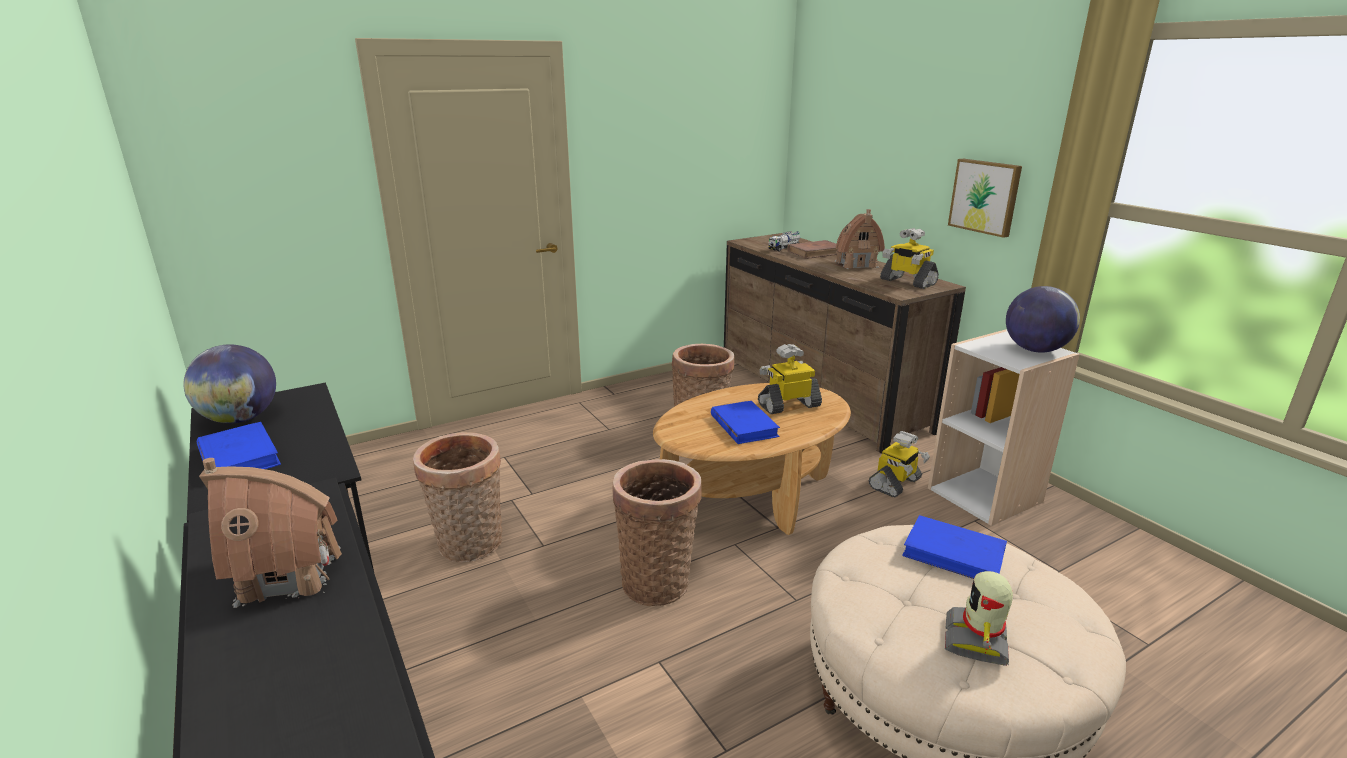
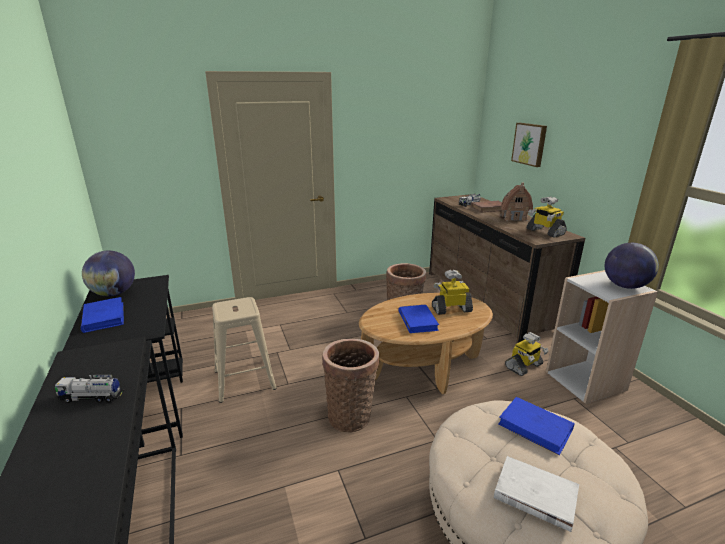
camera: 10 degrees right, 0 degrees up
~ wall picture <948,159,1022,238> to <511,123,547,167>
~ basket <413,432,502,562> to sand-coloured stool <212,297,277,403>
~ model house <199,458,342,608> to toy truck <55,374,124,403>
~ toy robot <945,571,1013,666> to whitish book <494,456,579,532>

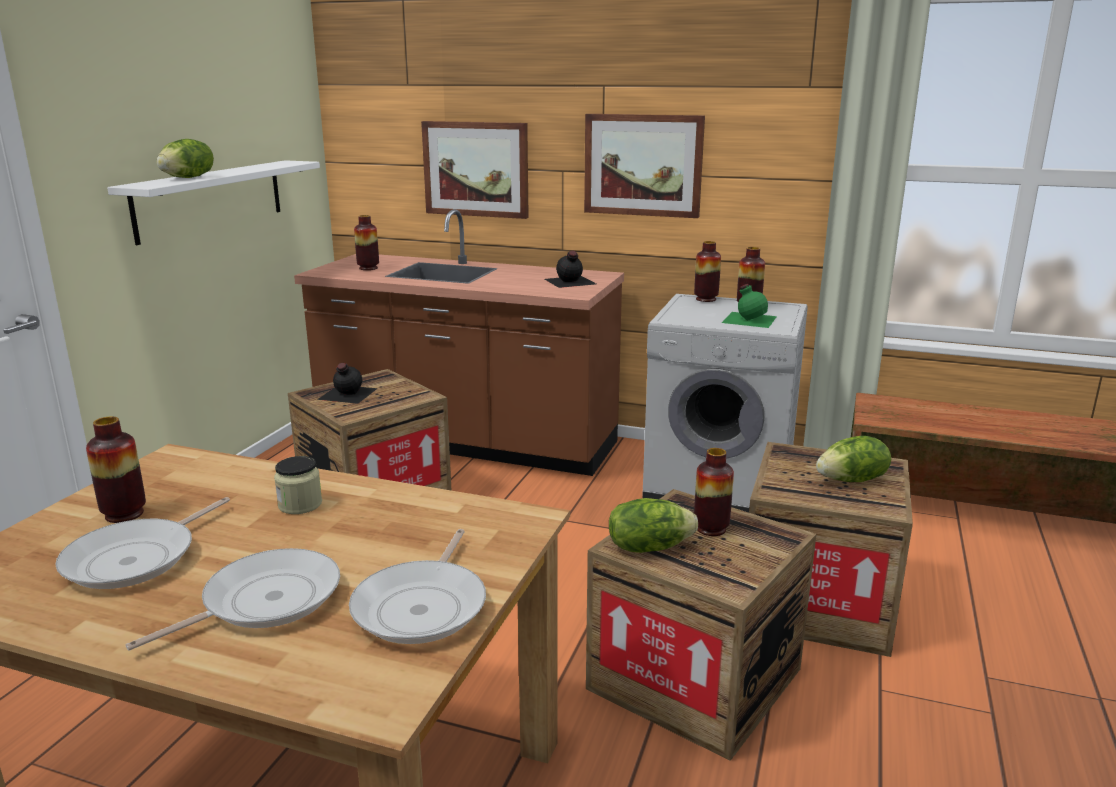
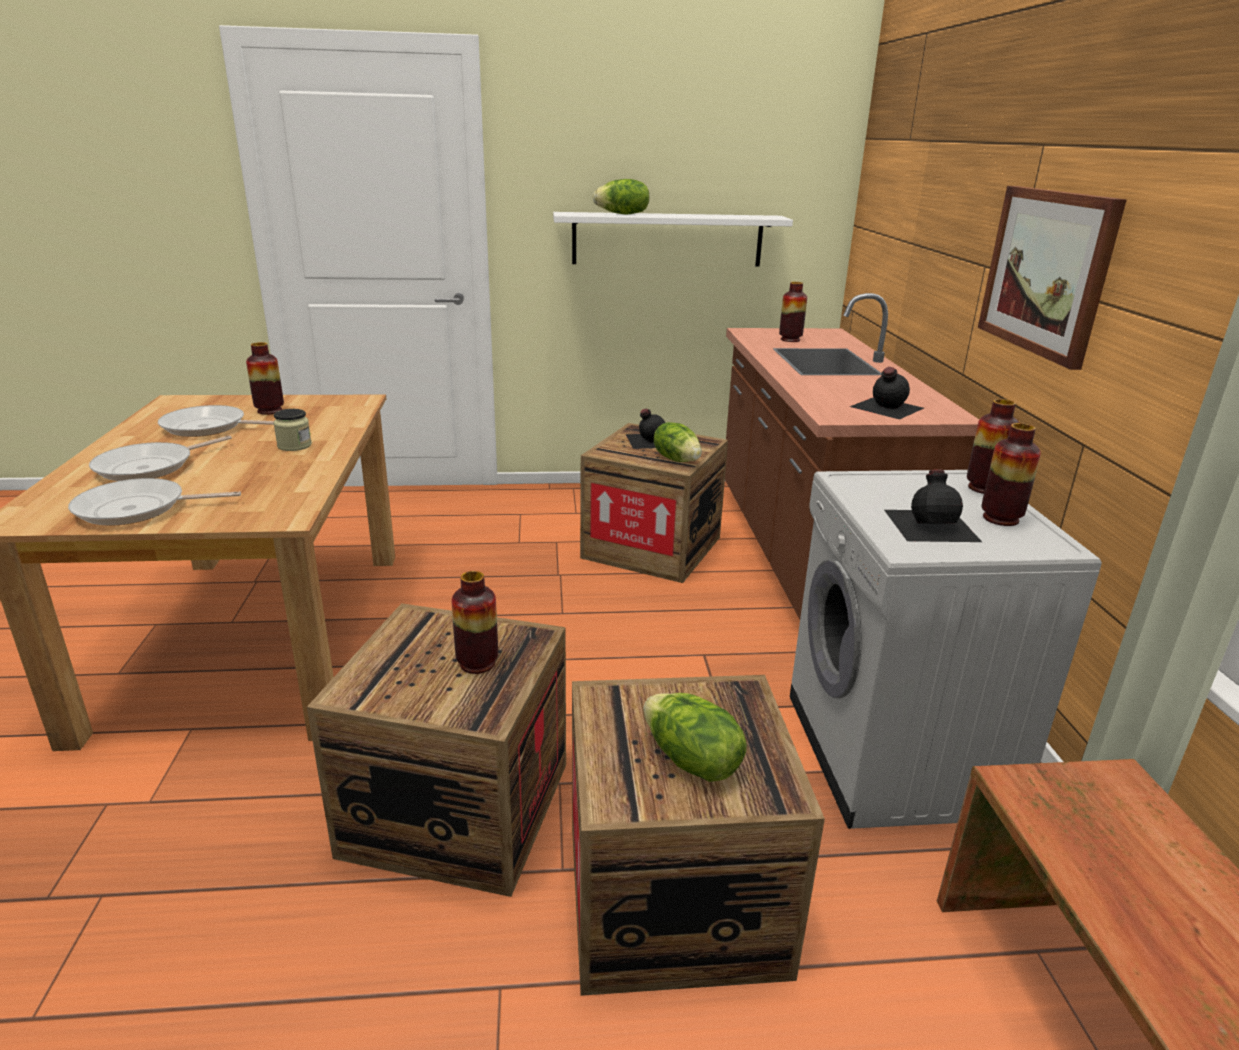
camera: 65 degrees right, 5 degrees up
- wall picture <421,121,529,219>
~ greenish bottle <722,284,777,328> to black bottle <884,469,982,542>
~ lettuce <609,498,698,553> to <654,422,702,462>
~ skillet <126,548,340,651> = <89,435,232,481> 105 degrees clockwise

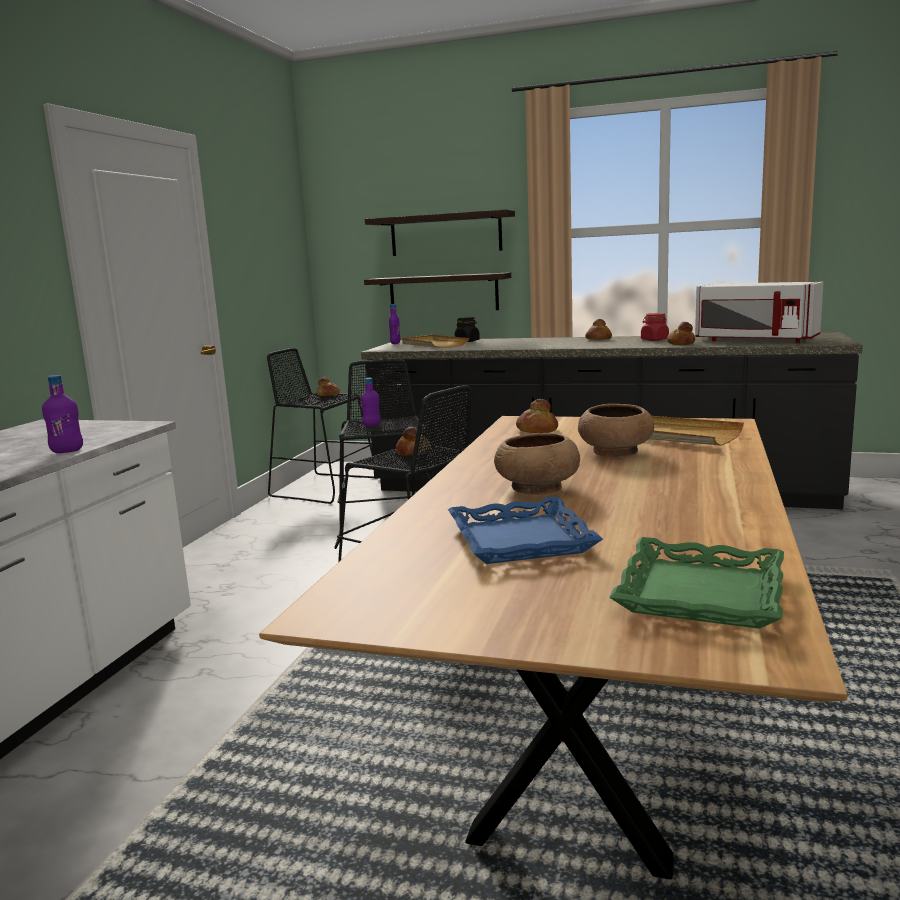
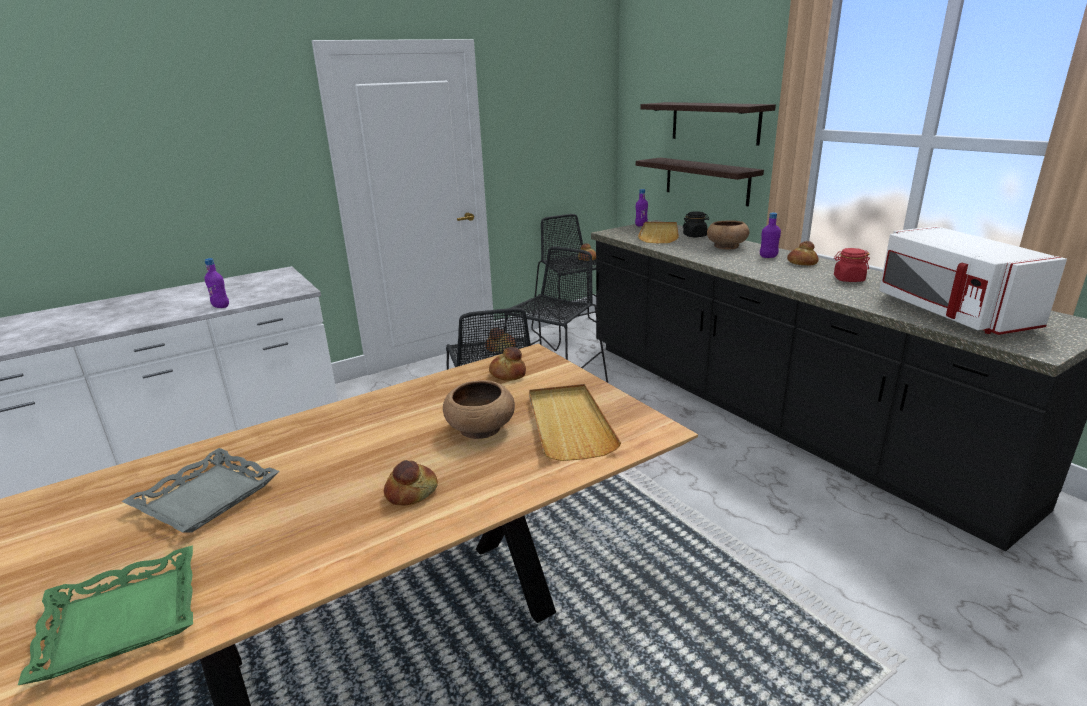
camera: 40 degrees right, 10 degrees up
~ bakery bread <667,322,695,345> to <384,460,438,505>
~ purplish bottle <361,378,381,427> to <760,213,781,258>
~ brown-coloured bowl <494,433,580,495> to <707,220,749,249>
~ blue carrying tray <448,496,603,564> to grey carrying tray <122,448,280,533>

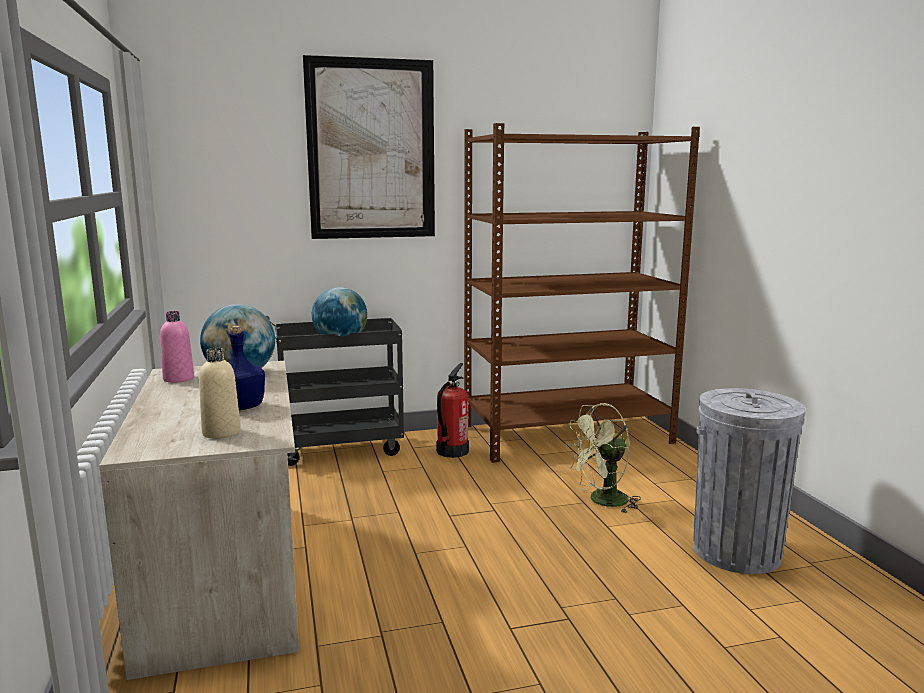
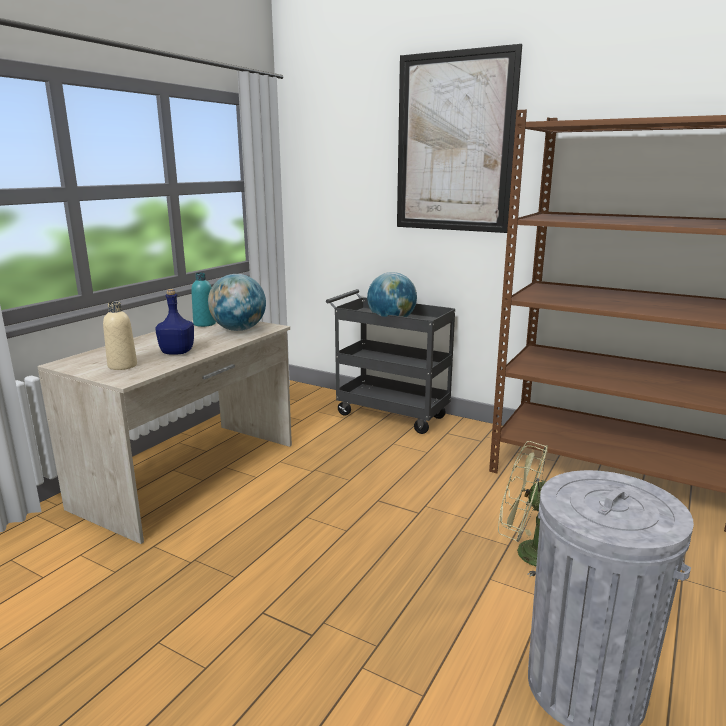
camera: 45 degrees right, 5 degrees up
~ pink bottle <160,311,194,383> to turquoise bottle <191,273,216,327>
- extinguisher <437,363,469,458>

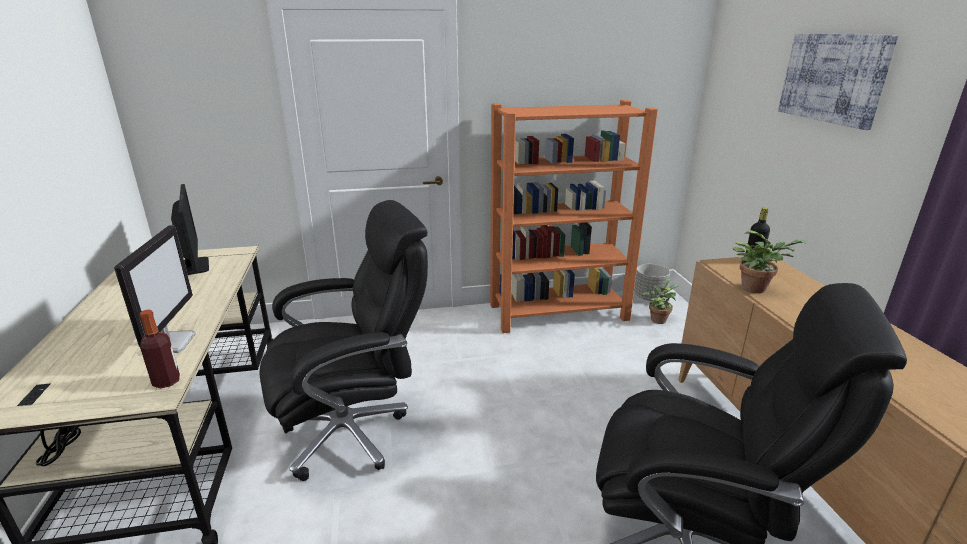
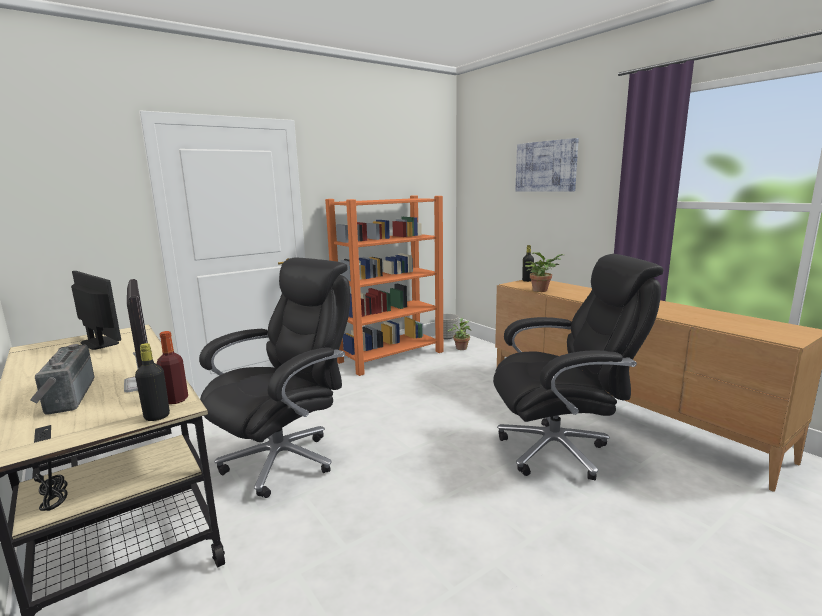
camera: 25 degrees left, 10 degrees down
+ black bottle <135,343,170,421>
+ radio set <30,344,94,415>

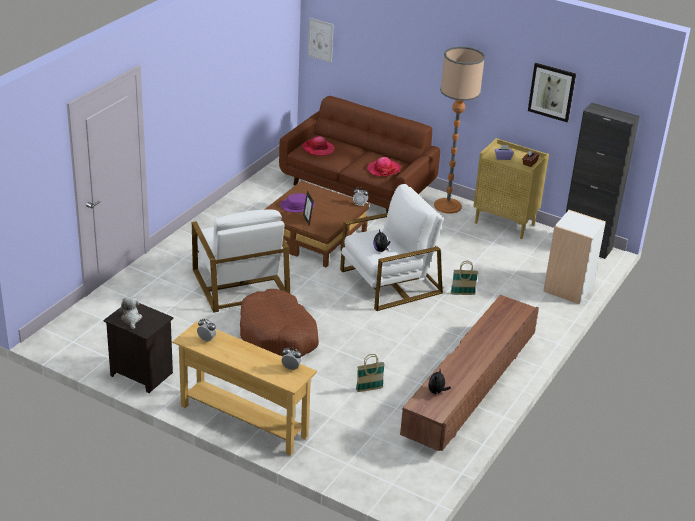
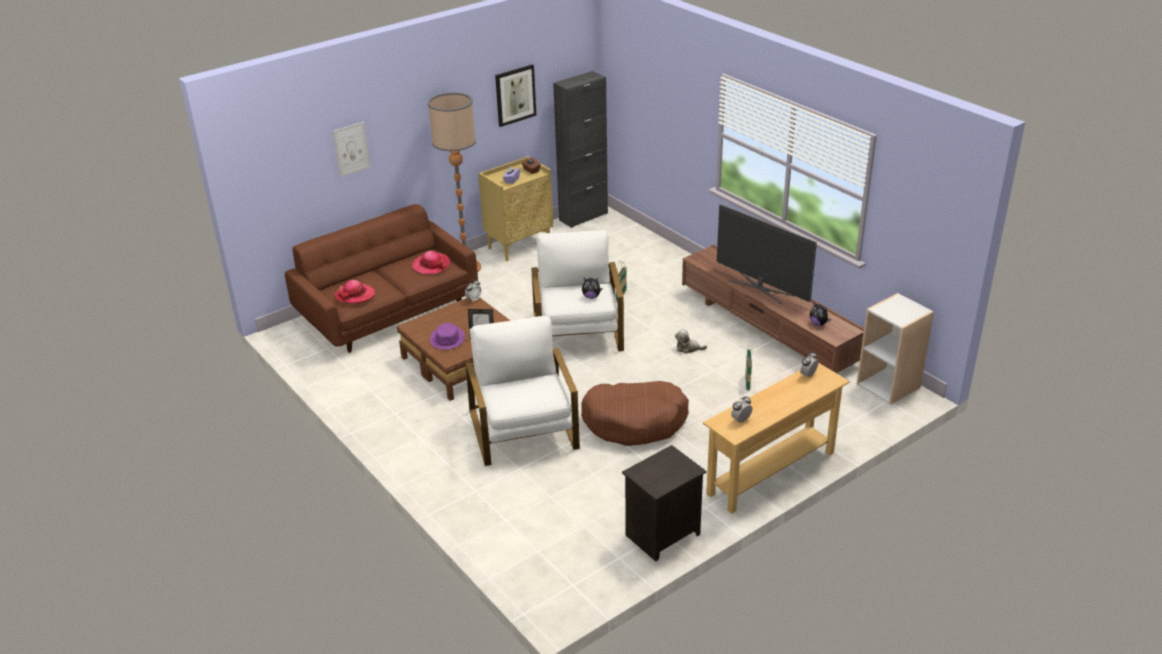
camera: 65 degrees left, 0 degrees up
~ wall picture <308,18,334,63> to <333,122,370,177>
~ whitish lounge chair <192,210,290,312> = <466,316,580,466> 105 degrees counterclockwise
~ shelving unit <543,210,606,304> to <857,293,934,405>
~ soft toy <119,296,142,330> to <675,329,707,354>
+ television <717,204,817,304>

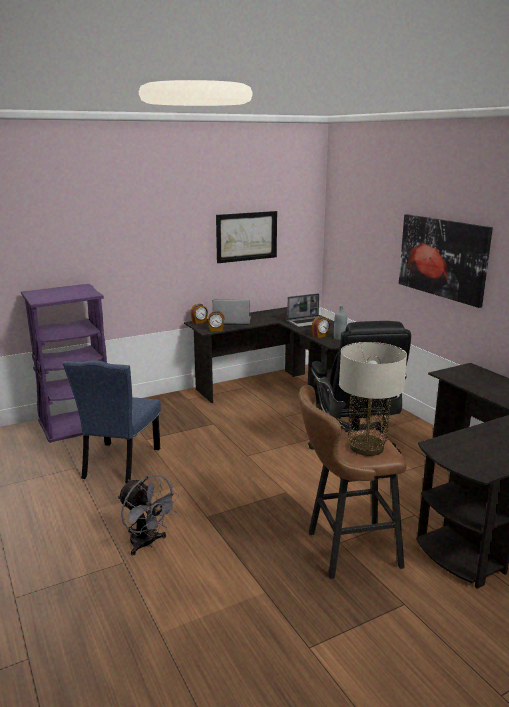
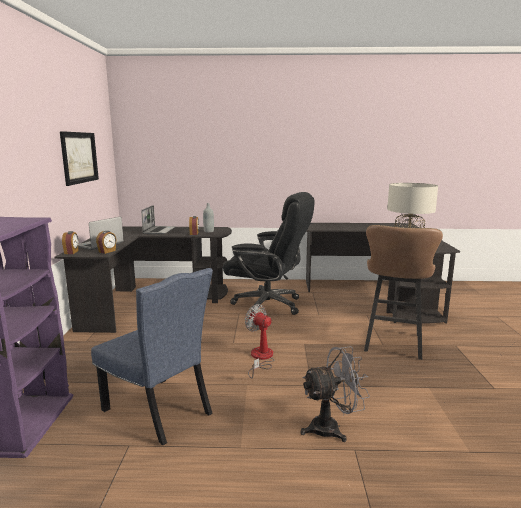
camera: 60 degrees left, 5 degrees down
- wall picture <399,214,493,308>
+ cooling fan <245,304,274,379>

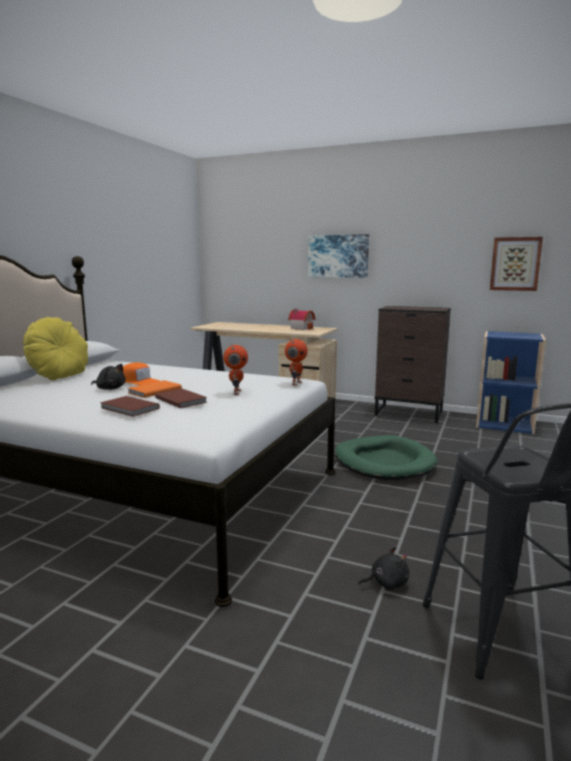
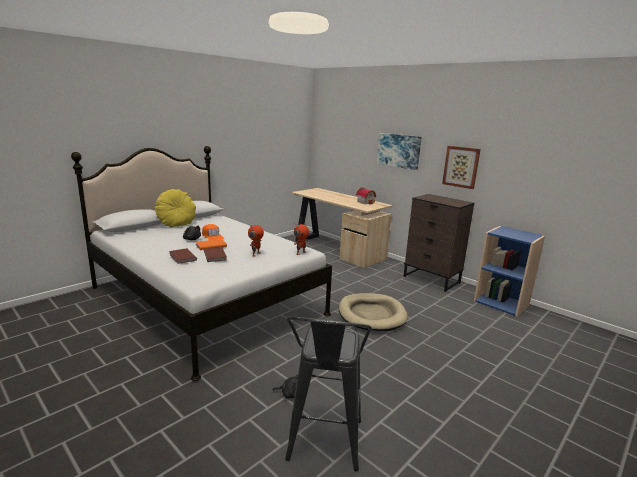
camera: 20 degrees right, 5 degrees up
~ wall picture <490,237,543,291> to <442,146,481,189>
~ greenish dog cushion <335,435,438,480> to sand-coloured dog cushion <339,293,408,331>

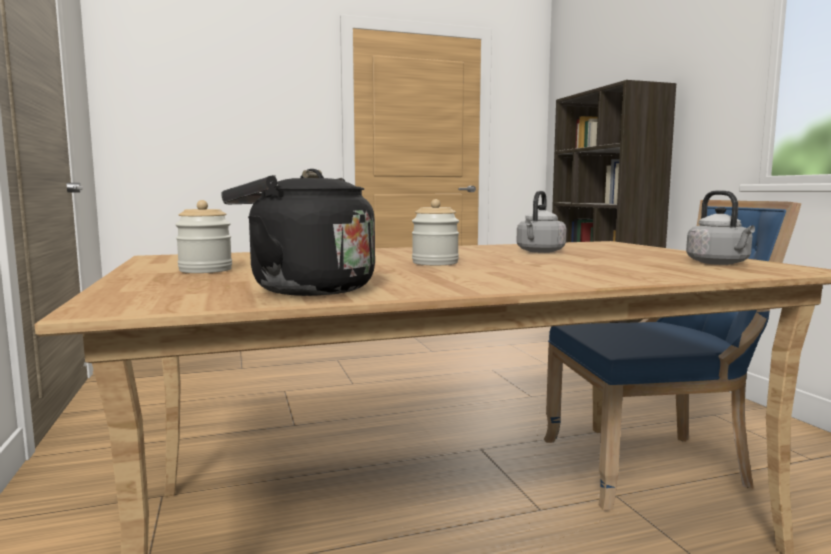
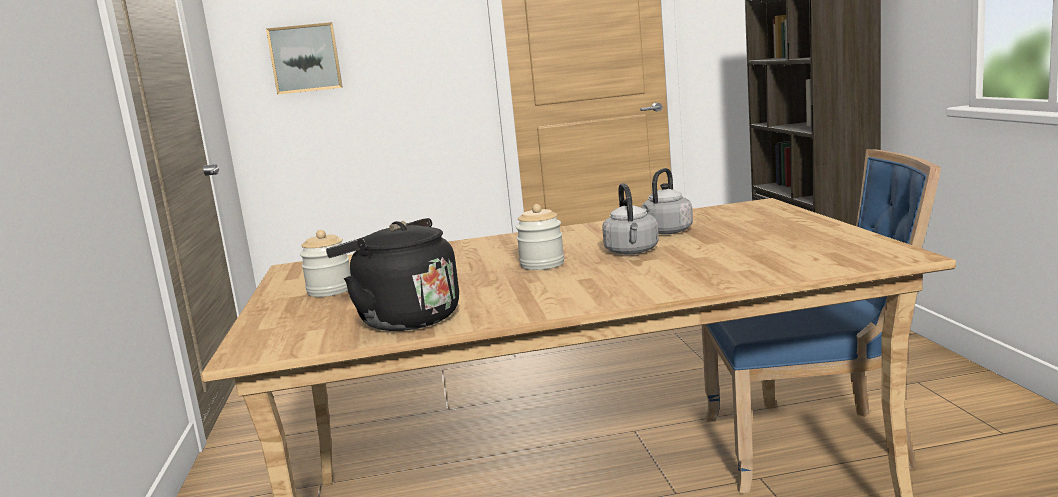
camera: 10 degrees right, 5 degrees up
~ grey kettle <686,190,755,265> to <602,183,659,255>
+ wall picture <266,22,343,95>

